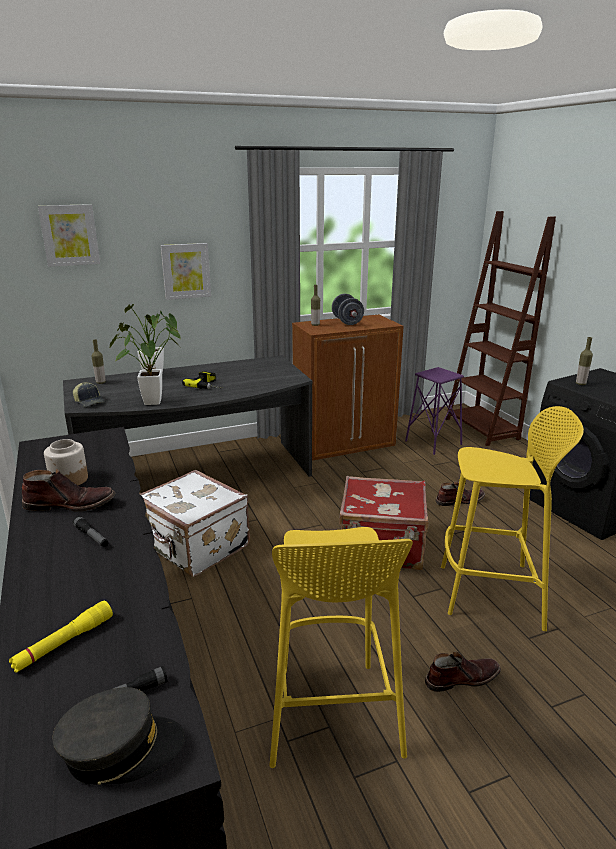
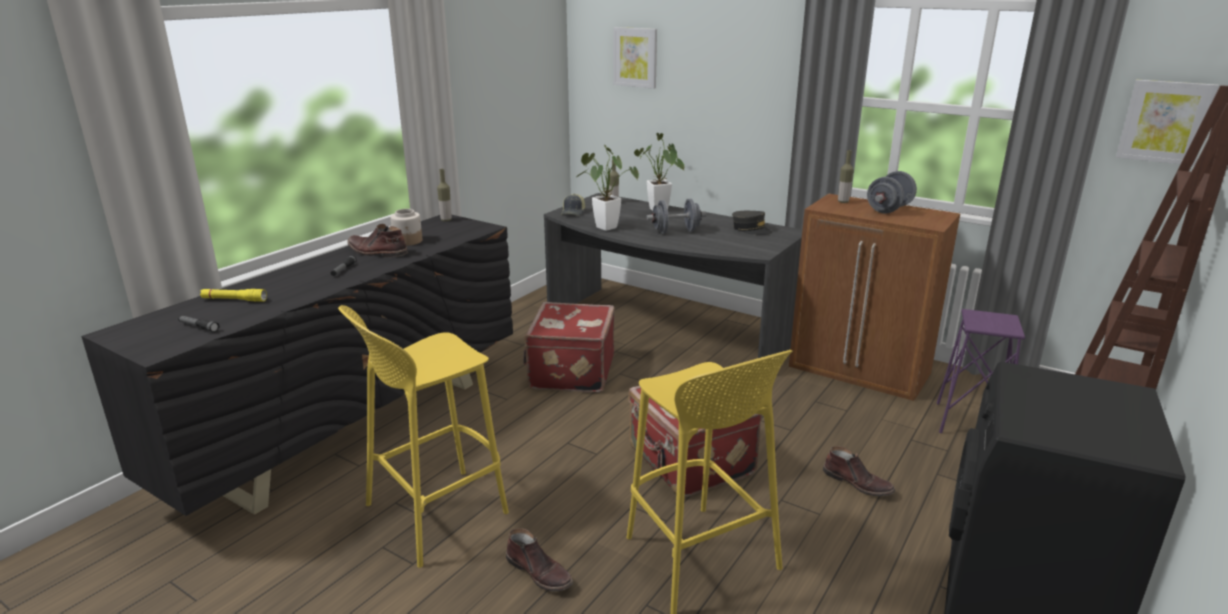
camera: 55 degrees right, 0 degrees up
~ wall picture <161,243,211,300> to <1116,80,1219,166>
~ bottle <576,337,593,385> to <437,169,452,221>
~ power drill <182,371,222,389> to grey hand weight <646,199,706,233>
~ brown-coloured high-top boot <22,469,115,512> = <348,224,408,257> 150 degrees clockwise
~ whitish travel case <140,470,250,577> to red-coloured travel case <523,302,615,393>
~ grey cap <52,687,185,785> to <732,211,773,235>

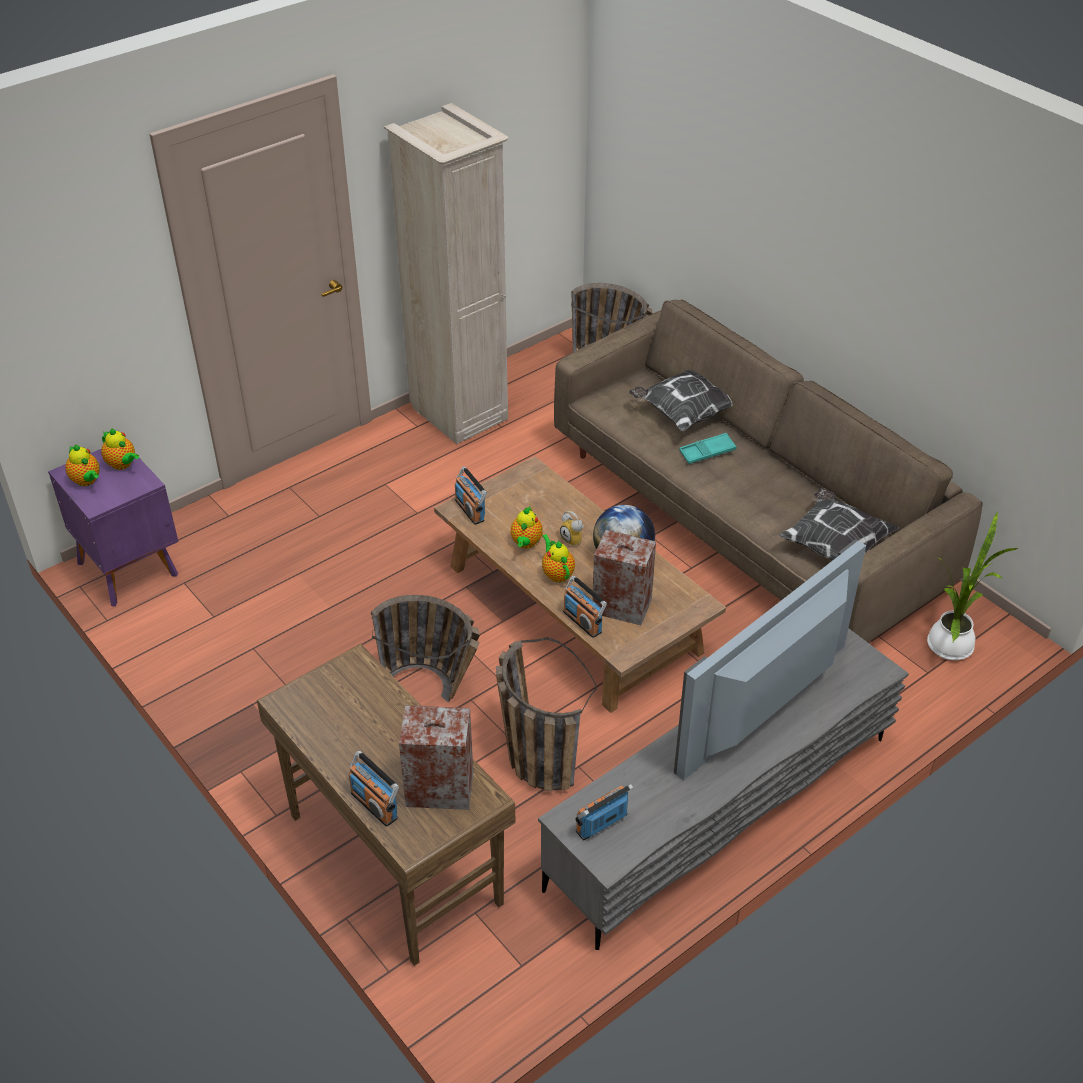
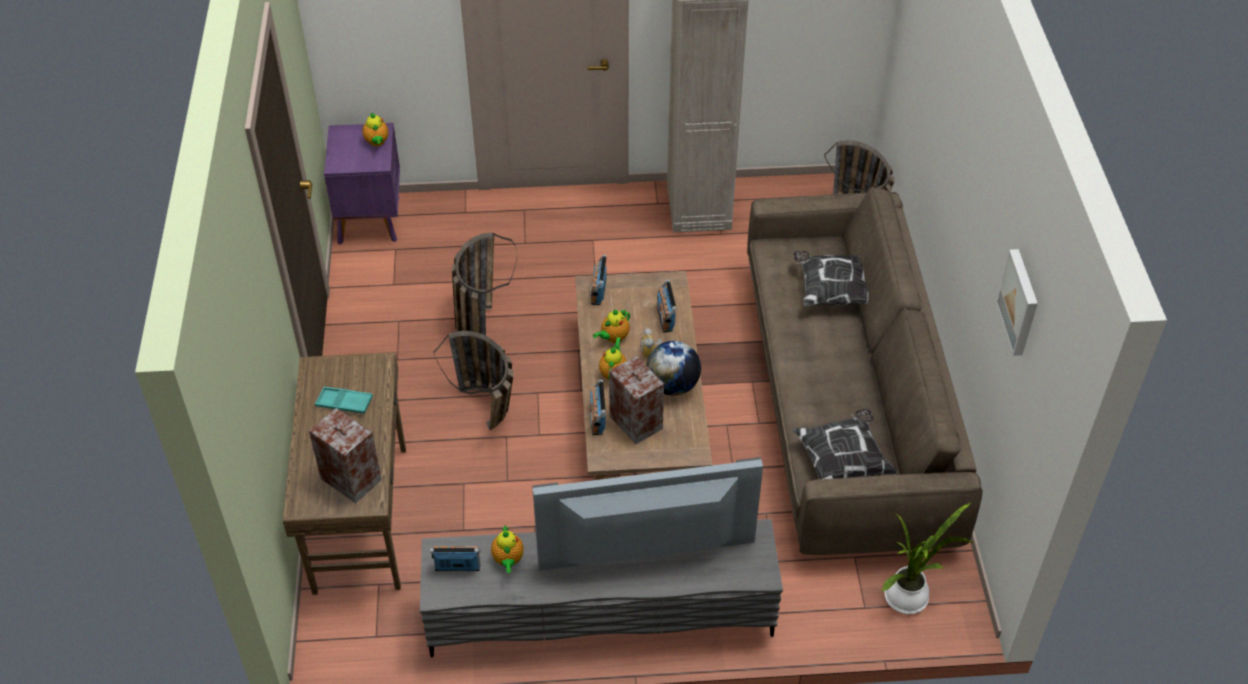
camera: 35 degrees right, 5 degrees up
~ turquoise carrying tray <679,433,737,464> to <315,387,373,414>
~ teapot <65,445,100,486> to <491,525,524,573>
~ basket <496,637,597,791> to <452,233,517,336>
~ radio set <349,751,399,827> to <657,280,677,332>
+ wall picture <996,249,1038,356>

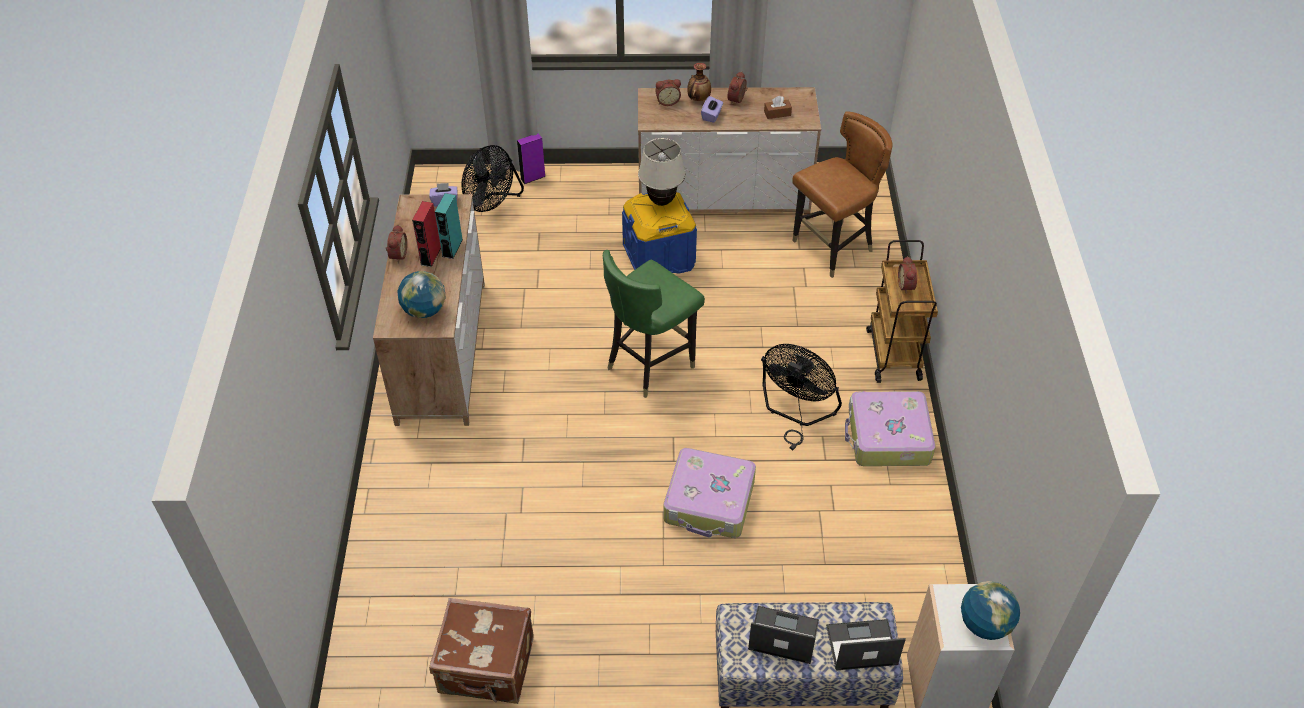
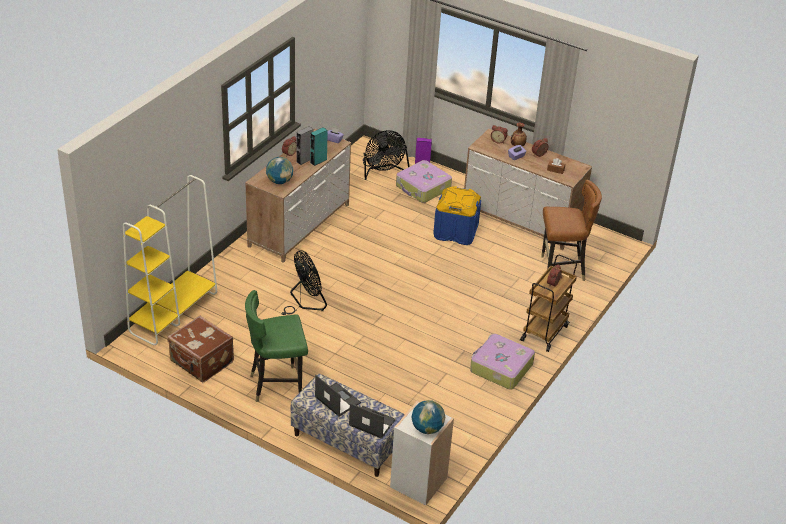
camera: 30 degrees right, 10 degrees down
- sand-coloured lamp for a table <638,138,686,206>
~ red-coloured audio speaker <412,201,441,267> to grey audio speaker <296,127,313,165>
~ greenish upright chair <603,250,705,398> to <245,290,308,402>
~ black cooling fan <761,344,842,450> to <282,250,327,315>
~ travel case <663,448,756,538> to <396,160,452,203>
+ yellowish garment rack <123,175,217,345>

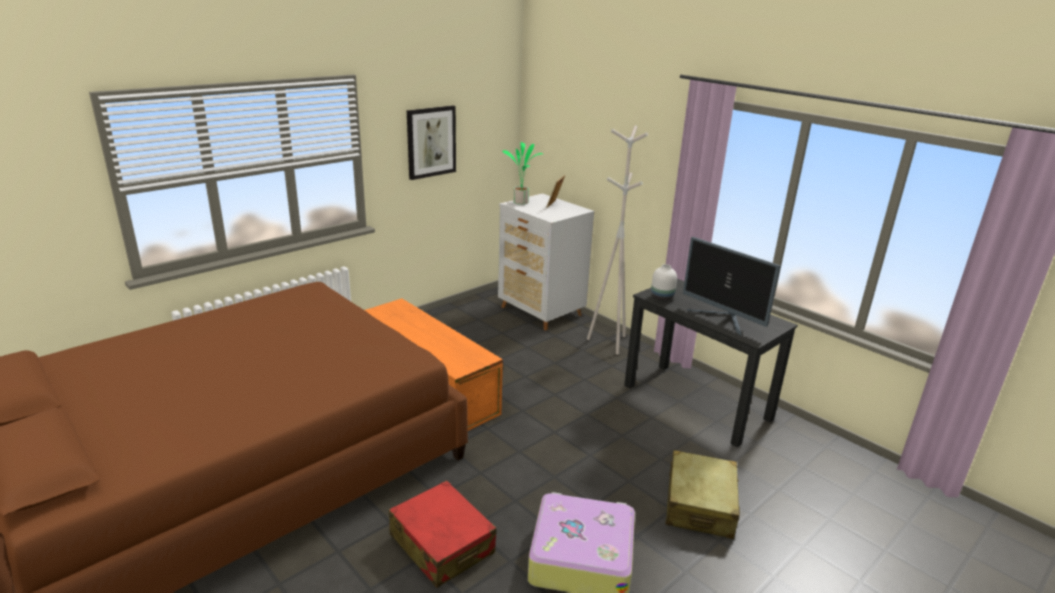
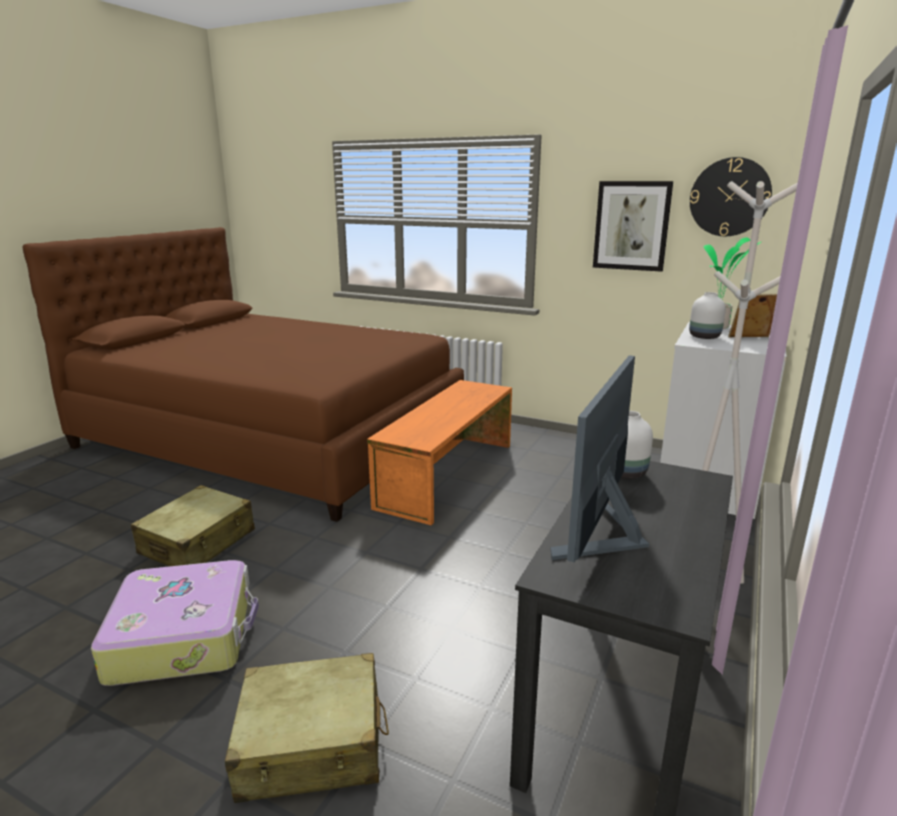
camera: 70 degrees right, 5 degrees down
~ red-coloured travel case <389,481,497,588> to sand-coloured travel case <131,485,255,566>
+ clock on the wall <690,157,772,236>
+ whitish vase <689,292,726,339>

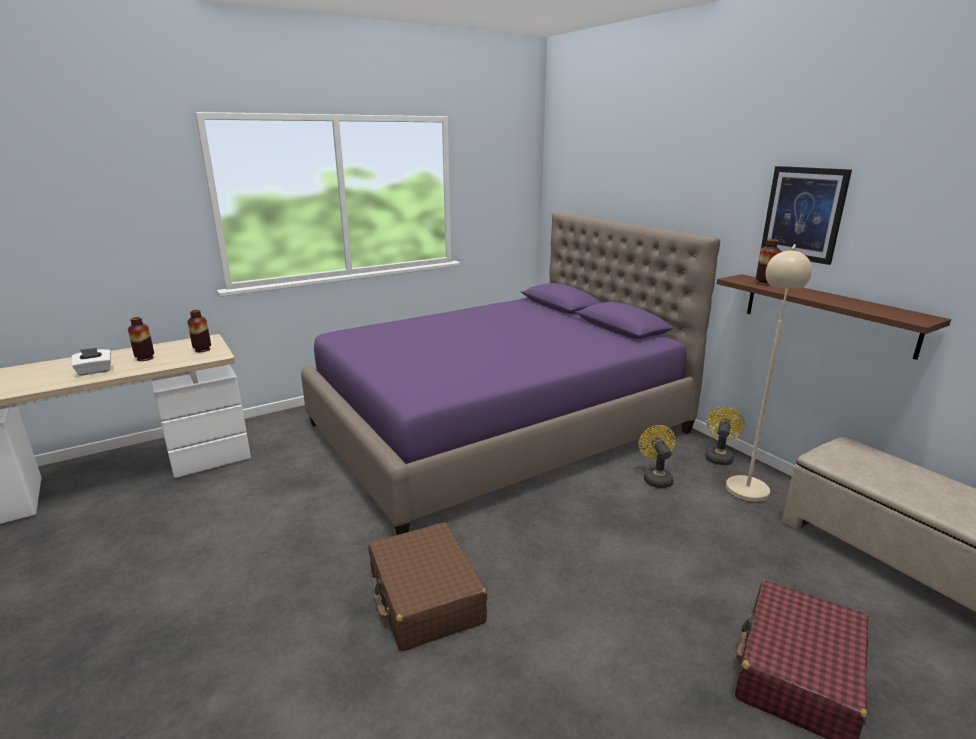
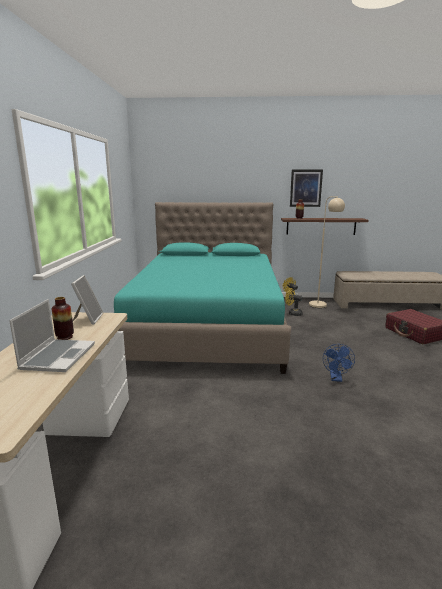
camera: 55 degrees left, 5 degrees down
~ purplish bed <301,211,720,535> to turquoise bed <114,202,291,374>
~ vase <187,310,211,352> to picture frame <71,275,103,325>
~ whitish box of tissues <72,348,111,376> to portable computer <9,299,95,372>
~ brown-coloured travel case <368,522,487,651> to blue cooling fan <323,344,355,382>

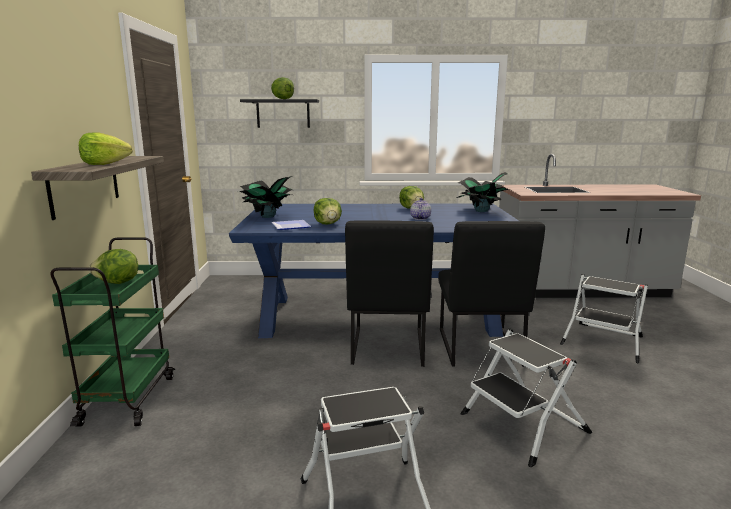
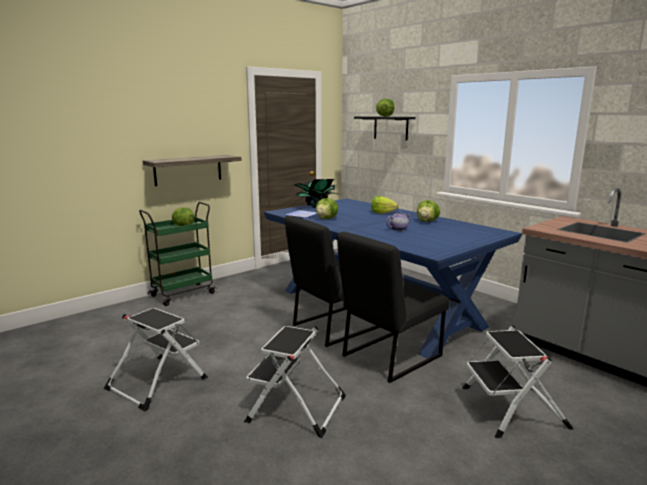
camera: 50 degrees right, 0 degrees up
~ lettuce <79,132,133,165> to <371,196,399,214>
- plant in a pot <457,172,510,212>

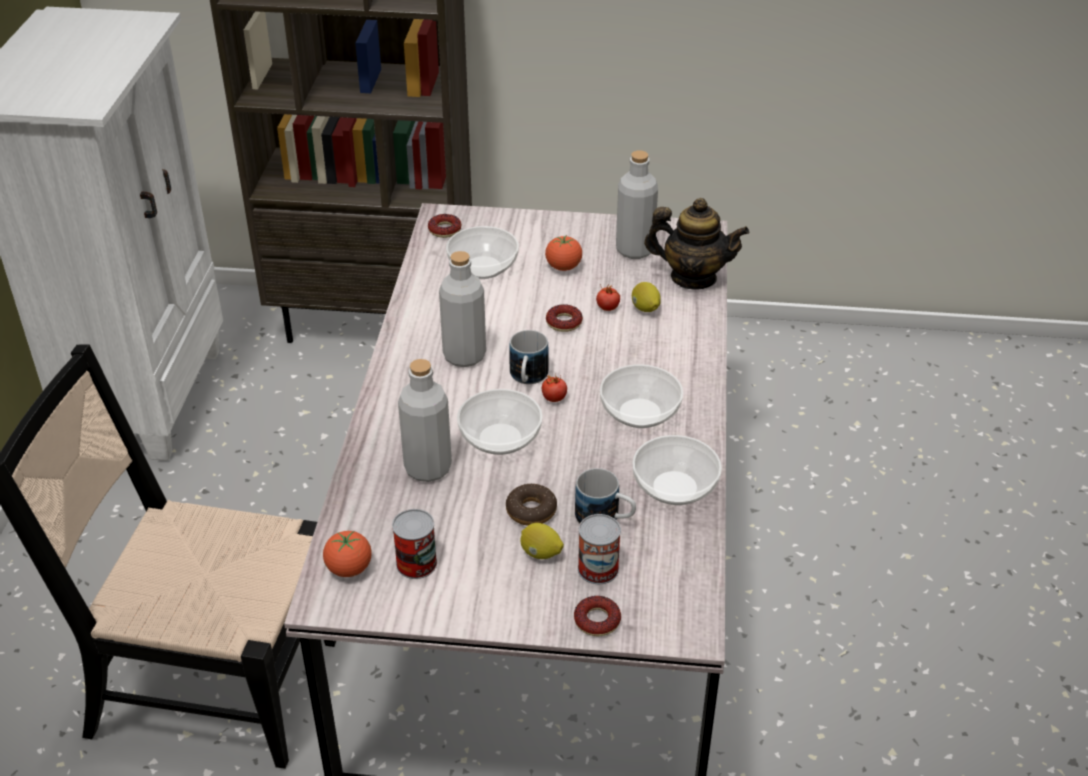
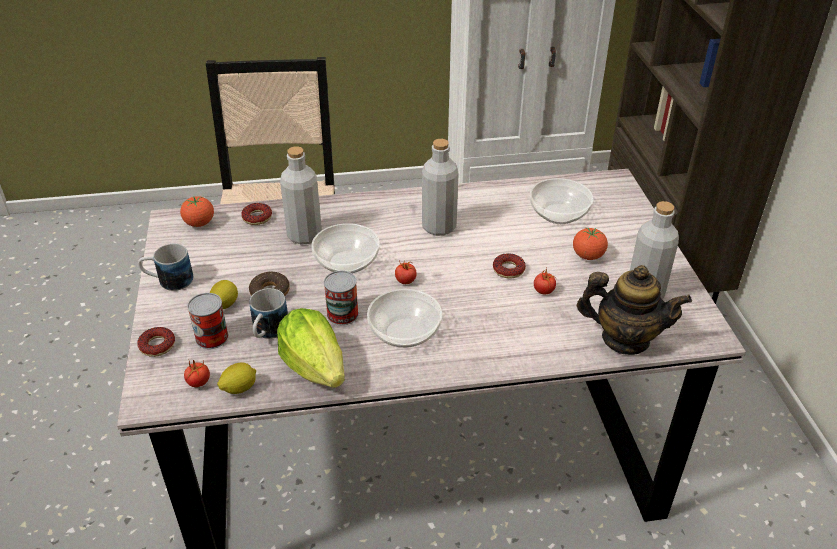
camera: 75 degrees right, 0 degrees up
~ teapot <644,198,749,289> = <576,265,692,355> 75 degrees counterclockwise
~ ring doughnut <428,214,462,238> to <241,203,272,225>
~ lemon <632,282,661,312> to <217,362,256,394>
~ mug <509,330,548,384> to <138,244,193,291>
~ bowl <632,435,722,505> to lettuce <277,308,345,388>
~ sealed can <392,509,437,579> to <324,271,359,325>
+ fresh tomato <184,360,210,387>

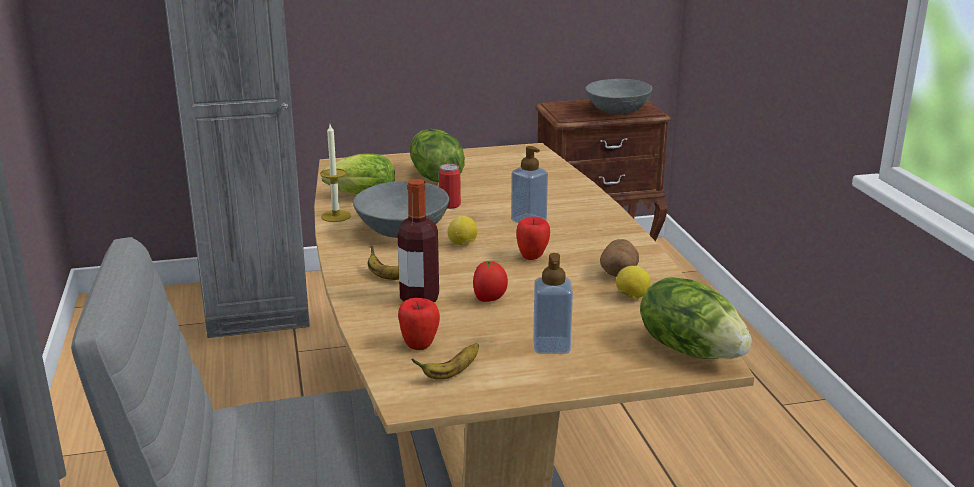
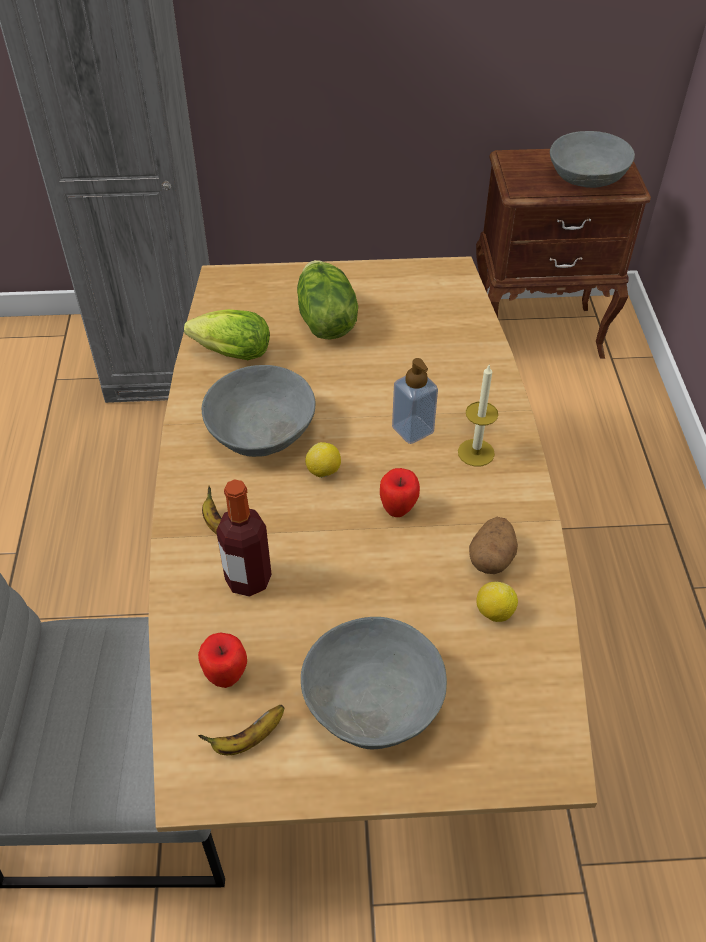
camera: 10 degrees right, 25 degrees up
~ wax light <320,124,351,222> to <458,365,498,466>
- sealed can <439,164,461,209>
~ liquid soap bottle <533,253,573,354> to grey bowl <301,617,447,750>
- fresh tomato <473,261,508,302>
- lettuce <640,278,752,359>

